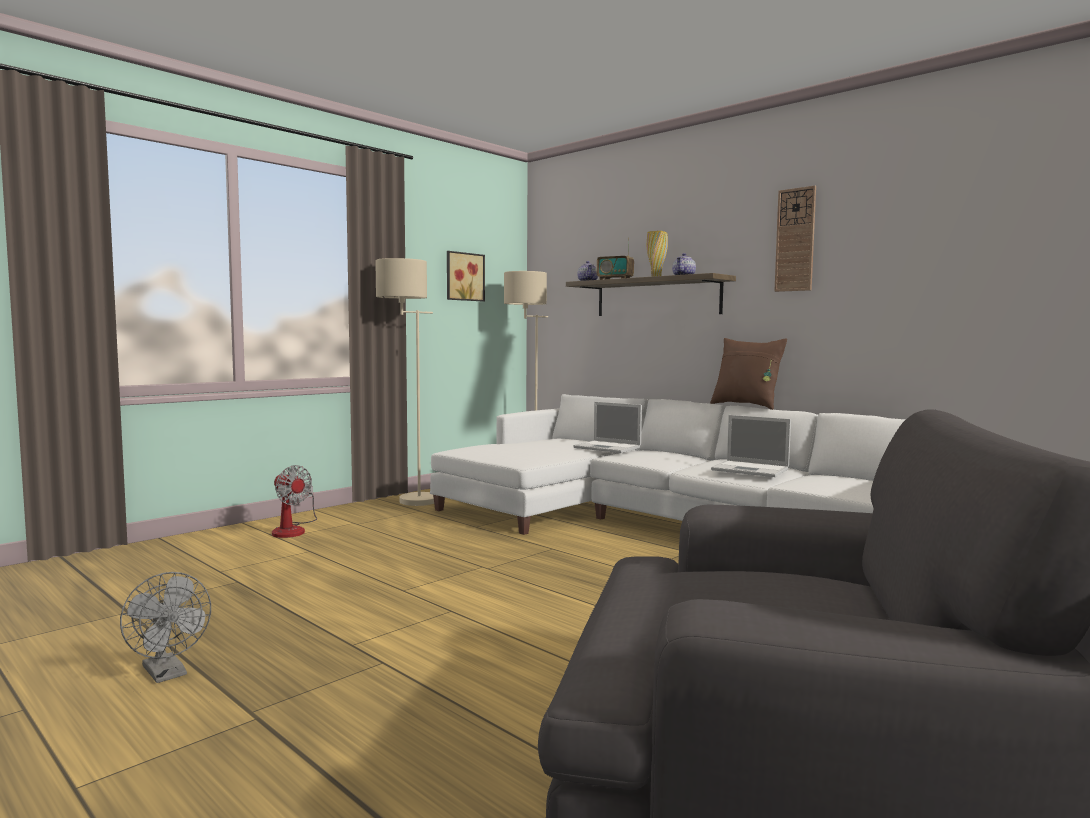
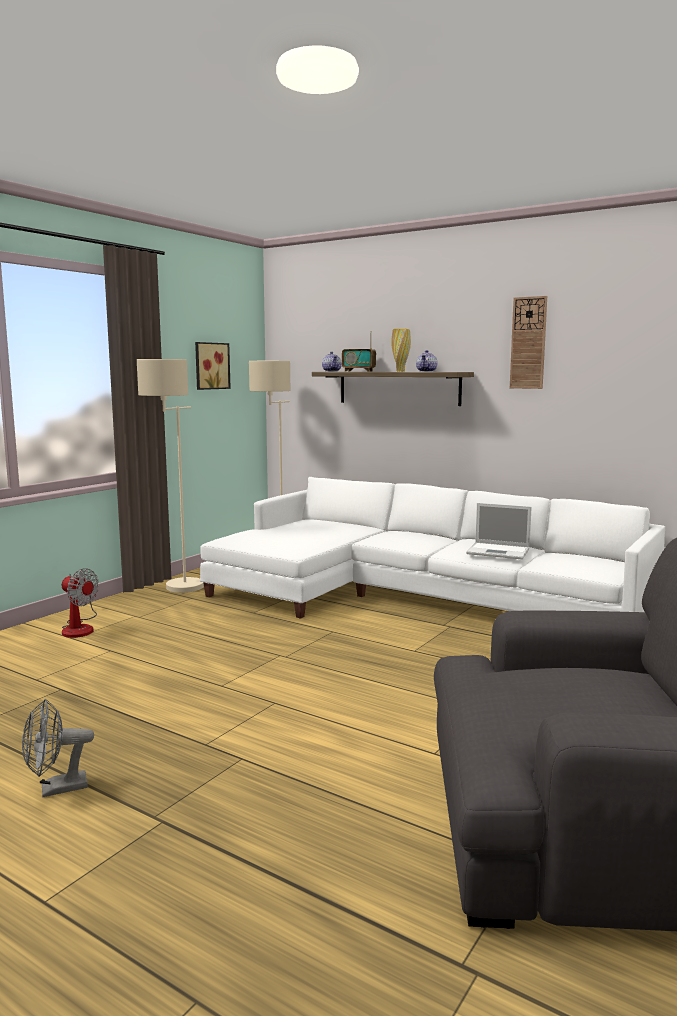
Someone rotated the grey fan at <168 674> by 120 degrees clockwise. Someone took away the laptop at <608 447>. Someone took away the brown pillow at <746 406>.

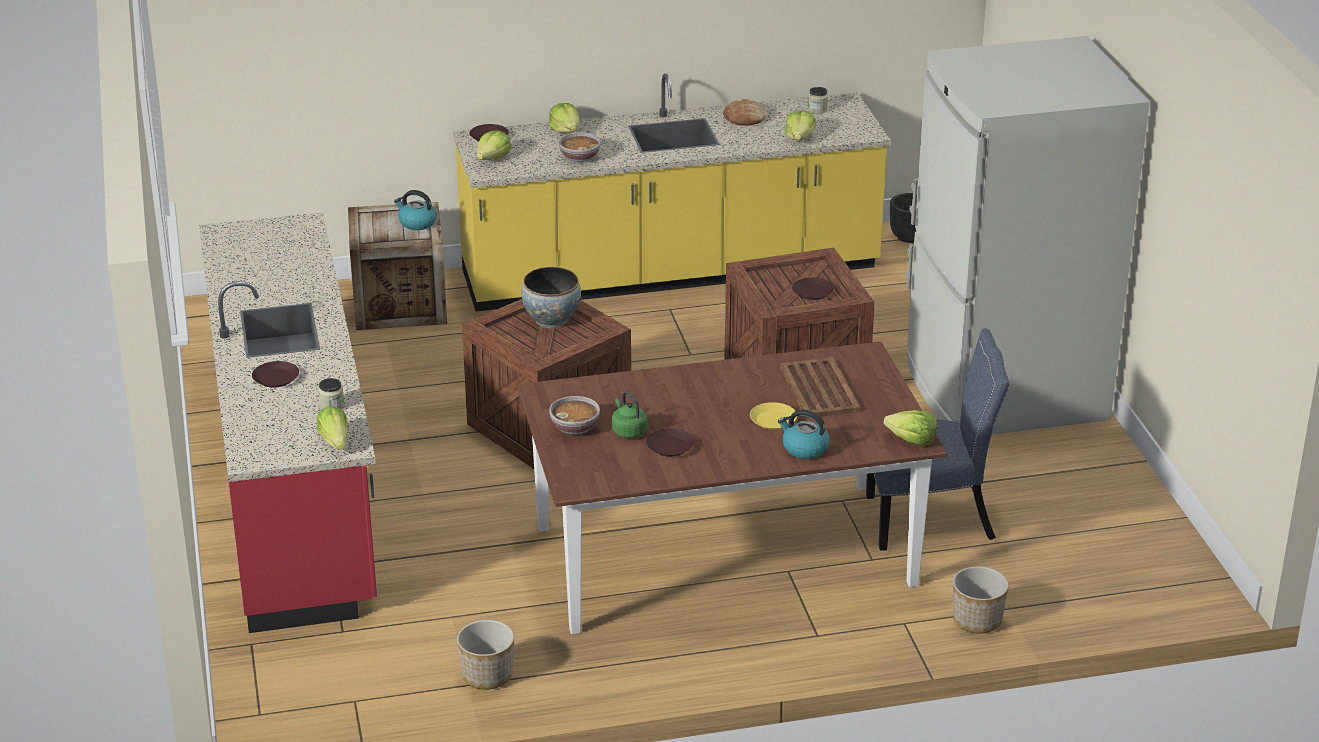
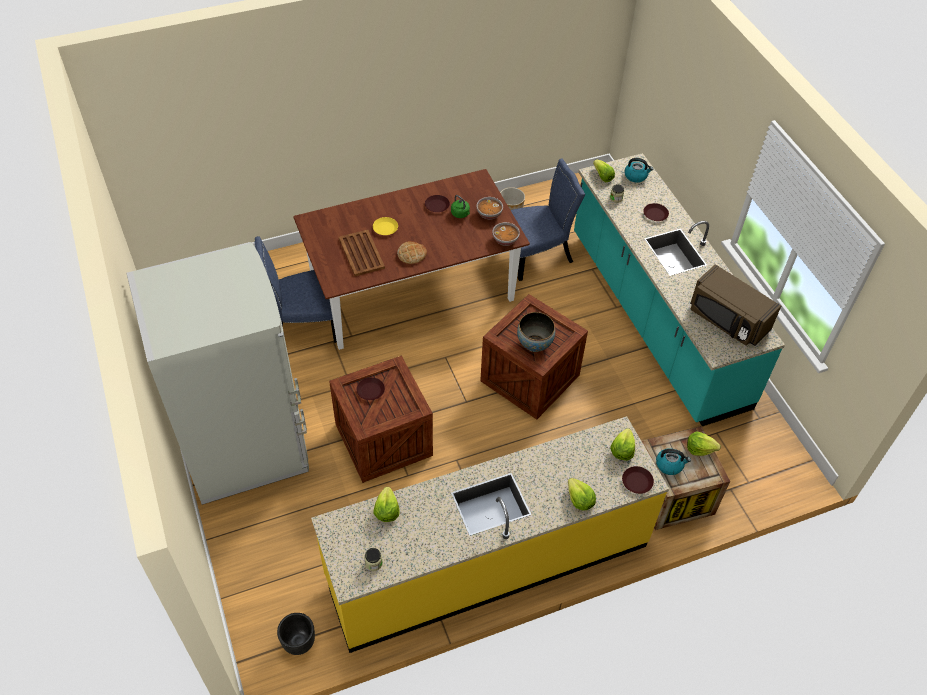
Someone repainted the red counter at <295 482>, which became the turquoise counter at <655 318>. Someone carried the bowl from <579 157> to <505 240>. Someone carried the bread from <745 118> to <411 254>. Someone carried the kettle from <804 449> to <636 176>. Someone carried the lettuce from <912 440> to <699 448>. Someone took away the planter at <976 620>. Someone put down the blue chair at <536 256>. Someone put down the brown microwave at <727 320>.

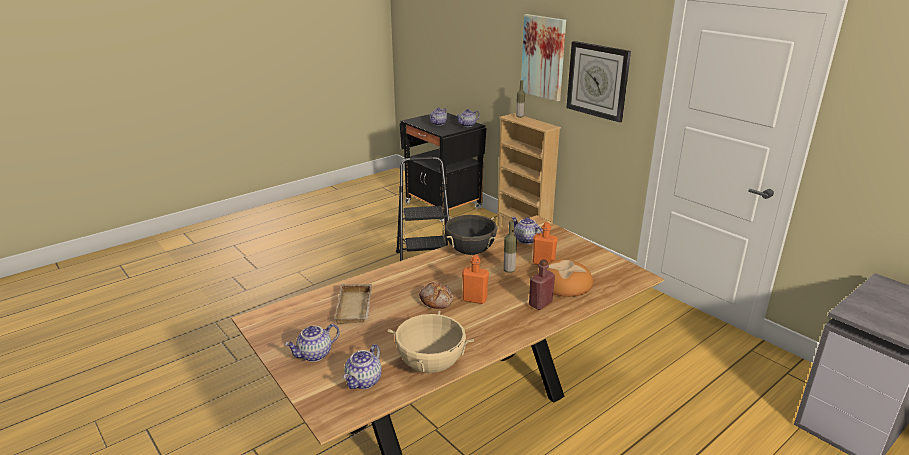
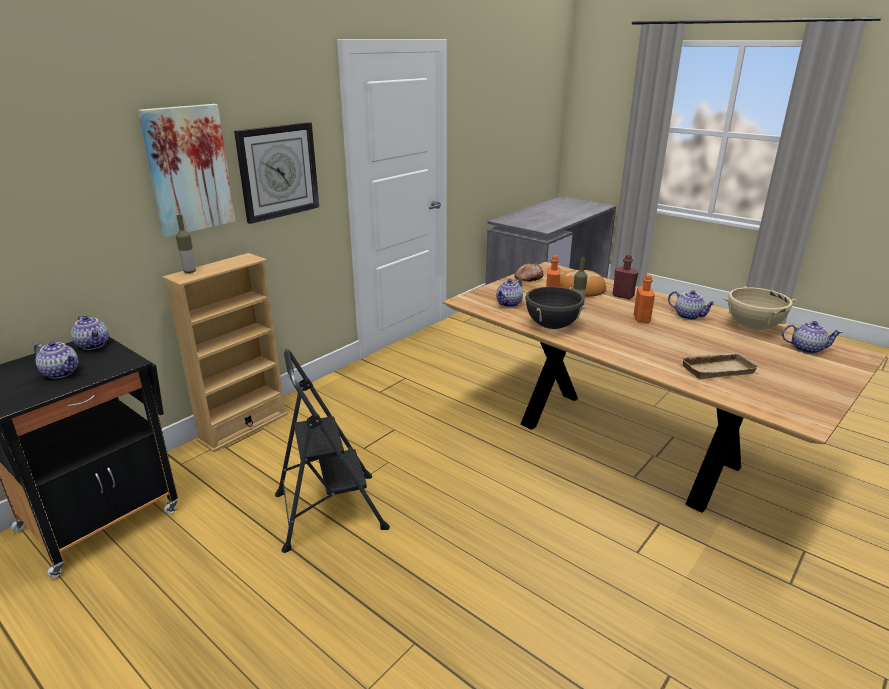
Someone carried the teapot from <315 355> to <688 316>. Someone carried the bread from <437 300> to <528 278>.

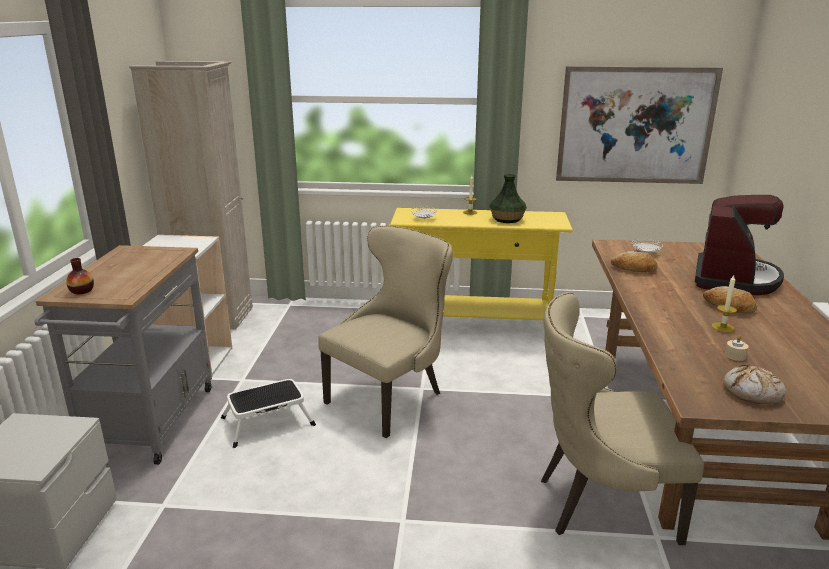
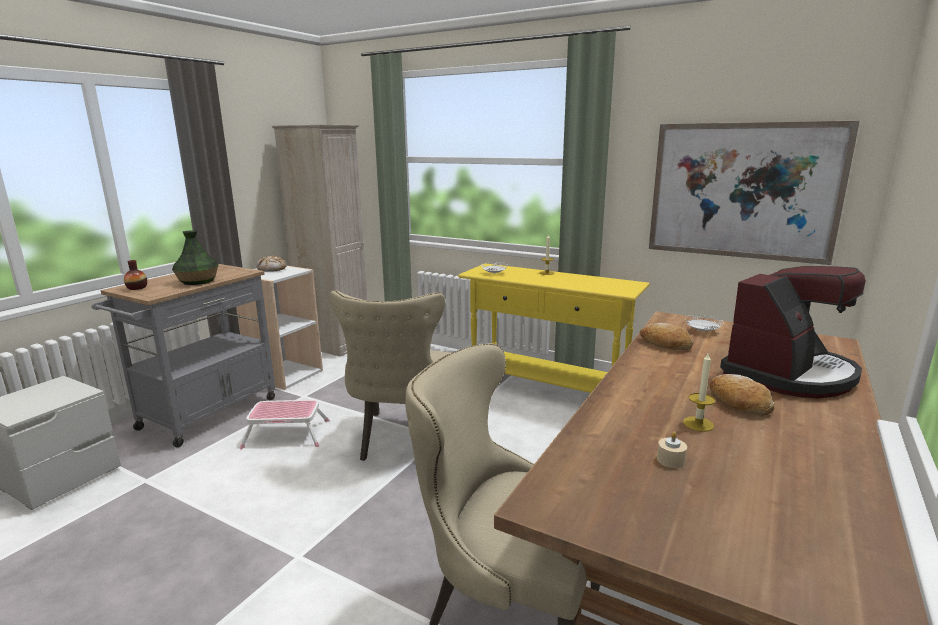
Someone repainted the black step ladder at <268 421>, which became the pink step ladder at <286 434>. Someone rotated the beige chair at <390 398> by 120 degrees clockwise. Someone carried the vase from <507 219> to <198 281>. Someone carried the bread from <752 392> to <272 269>.

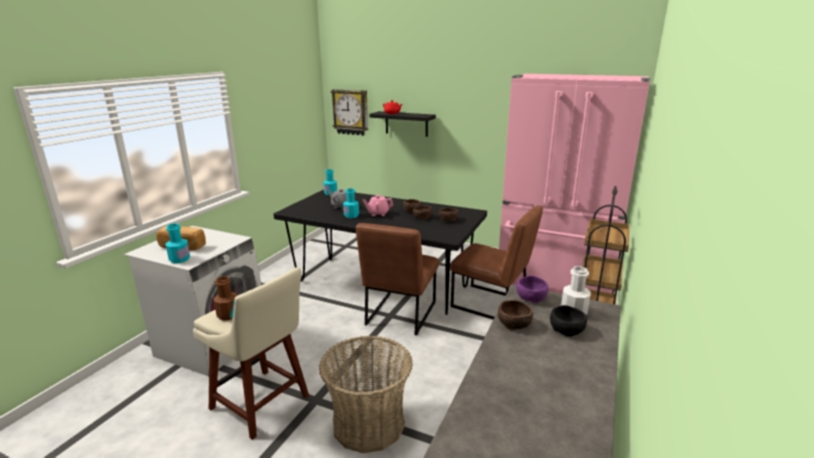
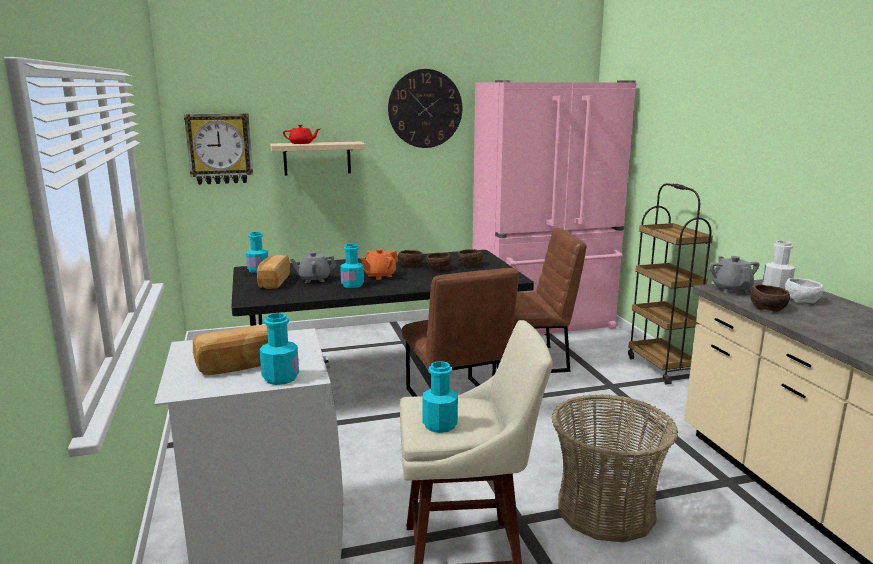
Someone repainted the brown bottle at <228 315>, which became the turquoise bottle at <440 425>. Someone repainted the pink teapot at <378 213>, which became the orange teapot at <379 276>. Someone repainted the black shelf at <406 124>, which became the beige shelf at <317 158>. Someone swapped the purple bowl at <531 298> for the grey teapot at <731 289>. Someone repainted the black bowl at <567 330>, which became the white bowl at <802 300>. Someone put down the bread at <273 282>. Someone put up the wall clock at <425 109>.

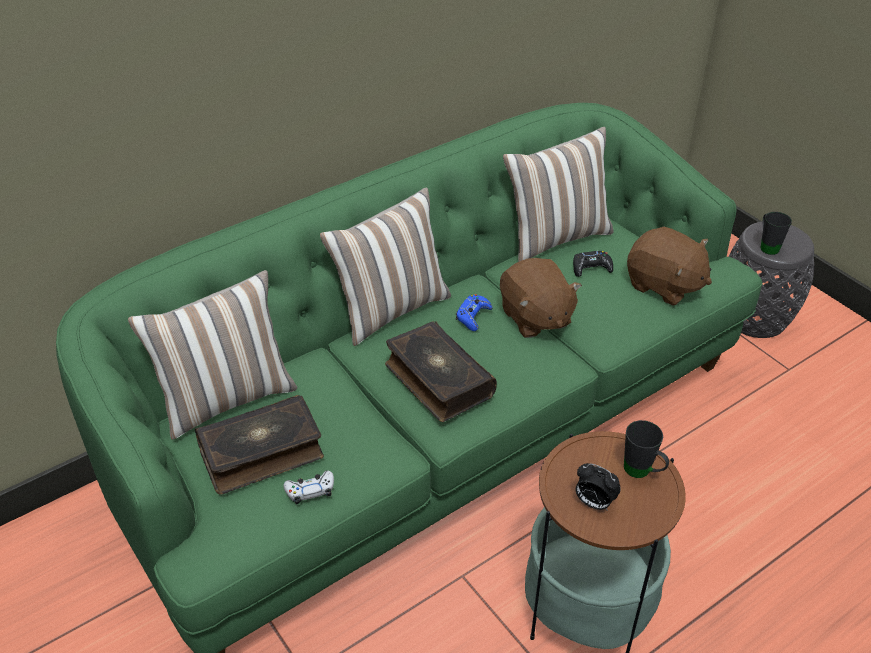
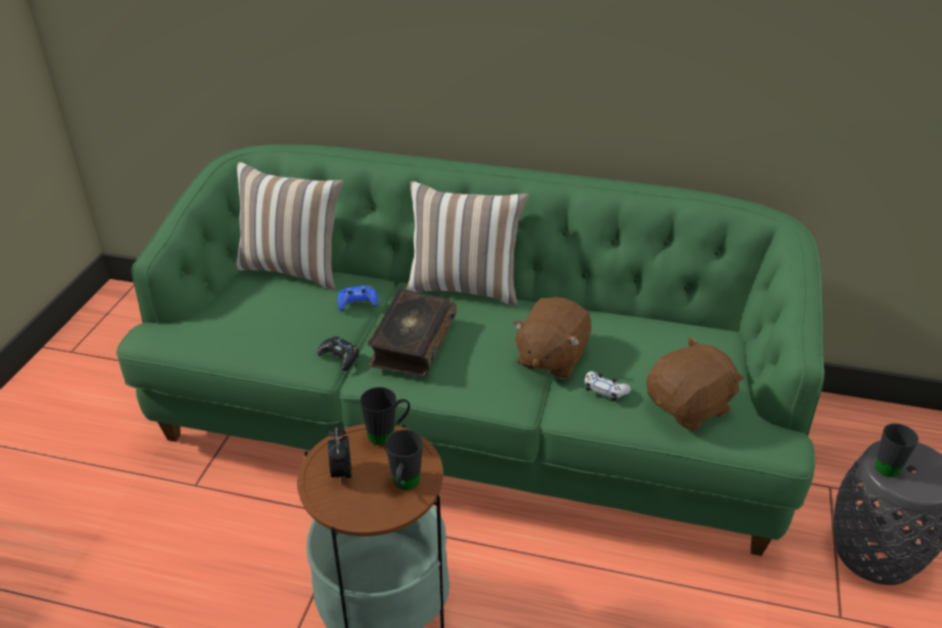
Someone took away the book at <262 453>. Someone carried the white game controller from <310 490> to <605 390>. Someone carried the blue game controller from <473 316> to <357 302>. Someone took away the pillow at <555 237>. Someone carried the black game controller from <591 268> to <339 357>. Someone rotated the brown plush toy at <664 285> by 120 degrees counterclockwise. Someone put down the black mug at <388 434>.

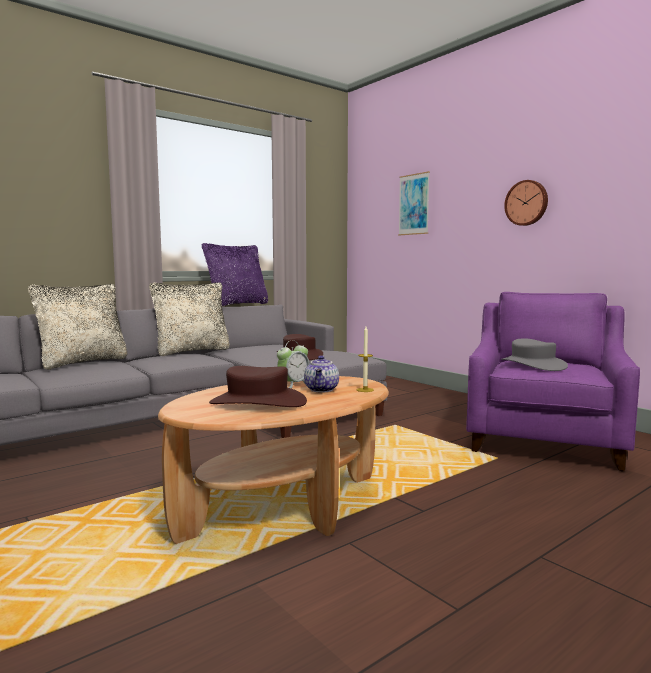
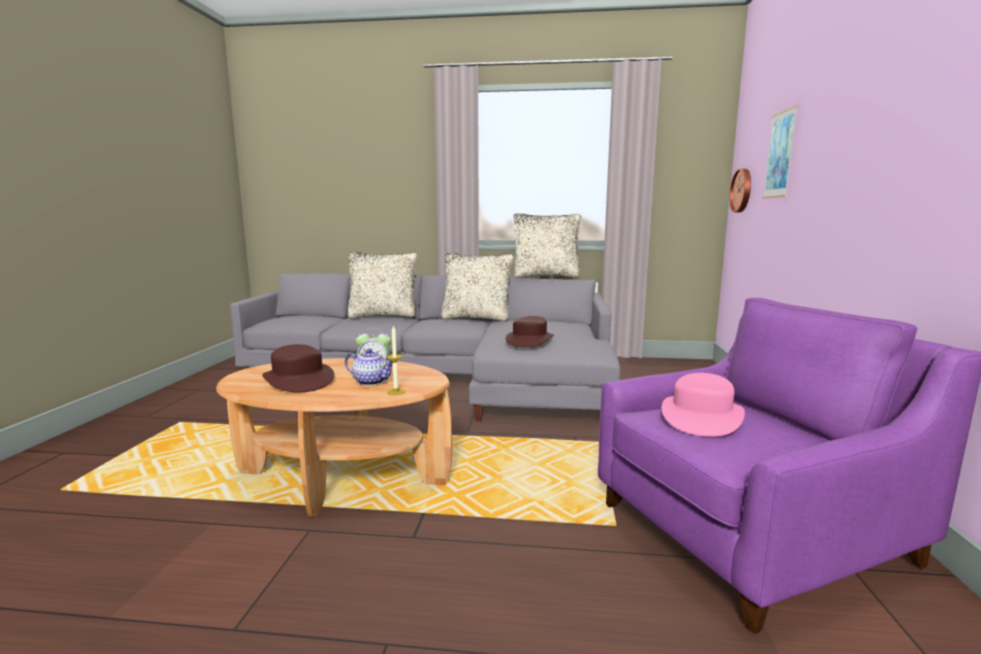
Someone repainted the purple pillow at <238 305>, which became the beige pillow at <546 277>. Someone rotated the teapot at <322 390> by 120 degrees counterclockwise. Someone repainted the grey hat at <532 365>, which became the pink hat at <701 416>. Someone carried the wall clock from <527 203> to <742 190>.

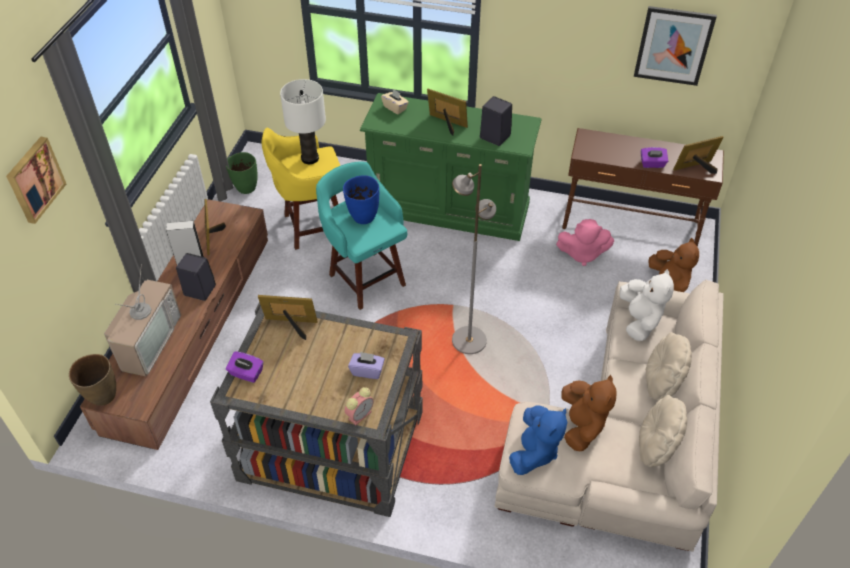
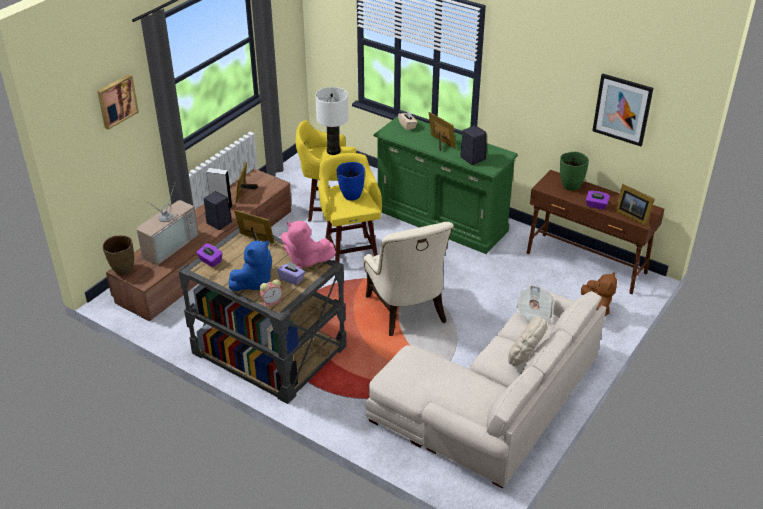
Someone carried the green vase from <246 188> to <570 186>. Someone repainted the turquoise stool at <365 278>, which became the yellow stool at <351 251>. Someone swapped the grey floor lamp at <468 340> for the beige armchair at <407 310>. Someone carried the blue plush toy from <534 452> to <254 282>. Someone carried the pink plush toy from <582 254> to <305 260>. Someone took away the brown plush toy at <582 425>. Someone swapped the white plush toy at <639 320> for the newspaper at <534 315>. Someone took away the beige pillow at <655 448>. Someone rotated the picture frame at <696 168> by 135 degrees counterclockwise.

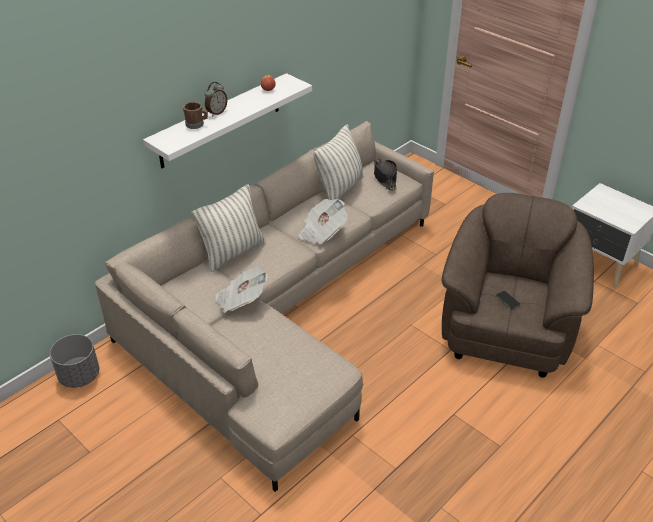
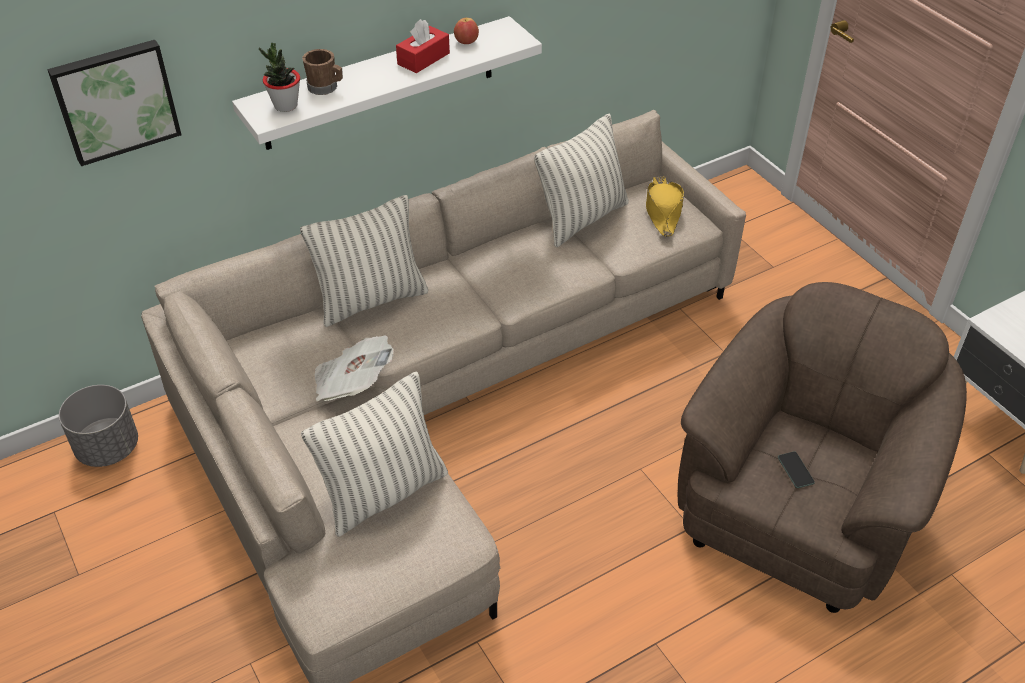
Someone took away the alarm clock at <216 112>. Someone took away the newspaper at <322 232>. Someone repainted the black hat at <385 177>, which became the yellow hat at <663 211>. Someone put up the picture at <115 100>. Someone put down the potted plant at <285 105>. Someone put down the pillow at <384 493>. Someone put down the red tissue box at <423 59>.

